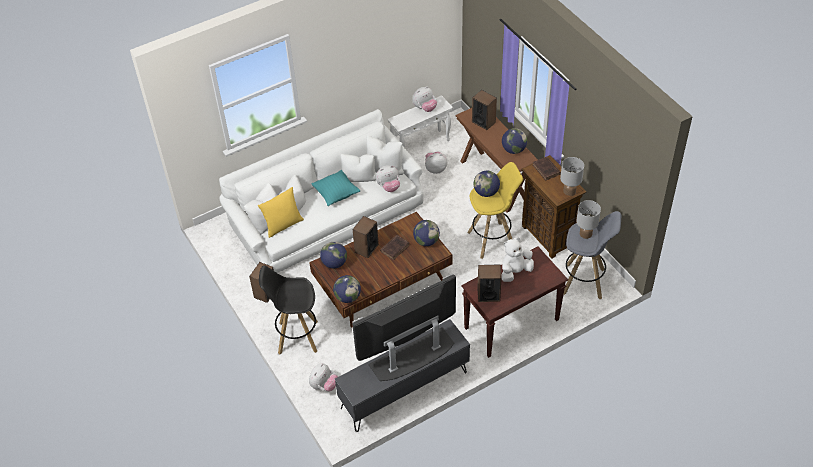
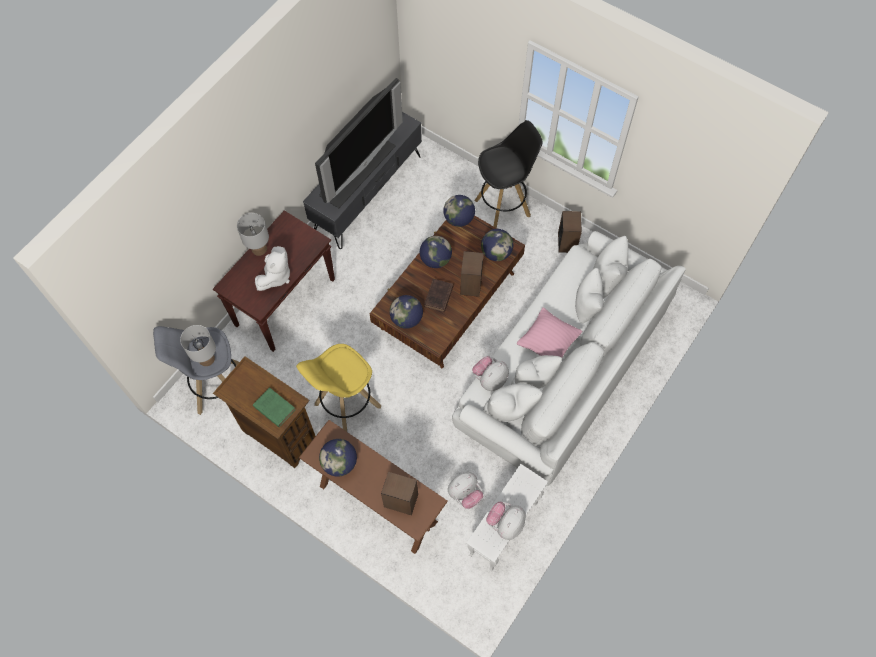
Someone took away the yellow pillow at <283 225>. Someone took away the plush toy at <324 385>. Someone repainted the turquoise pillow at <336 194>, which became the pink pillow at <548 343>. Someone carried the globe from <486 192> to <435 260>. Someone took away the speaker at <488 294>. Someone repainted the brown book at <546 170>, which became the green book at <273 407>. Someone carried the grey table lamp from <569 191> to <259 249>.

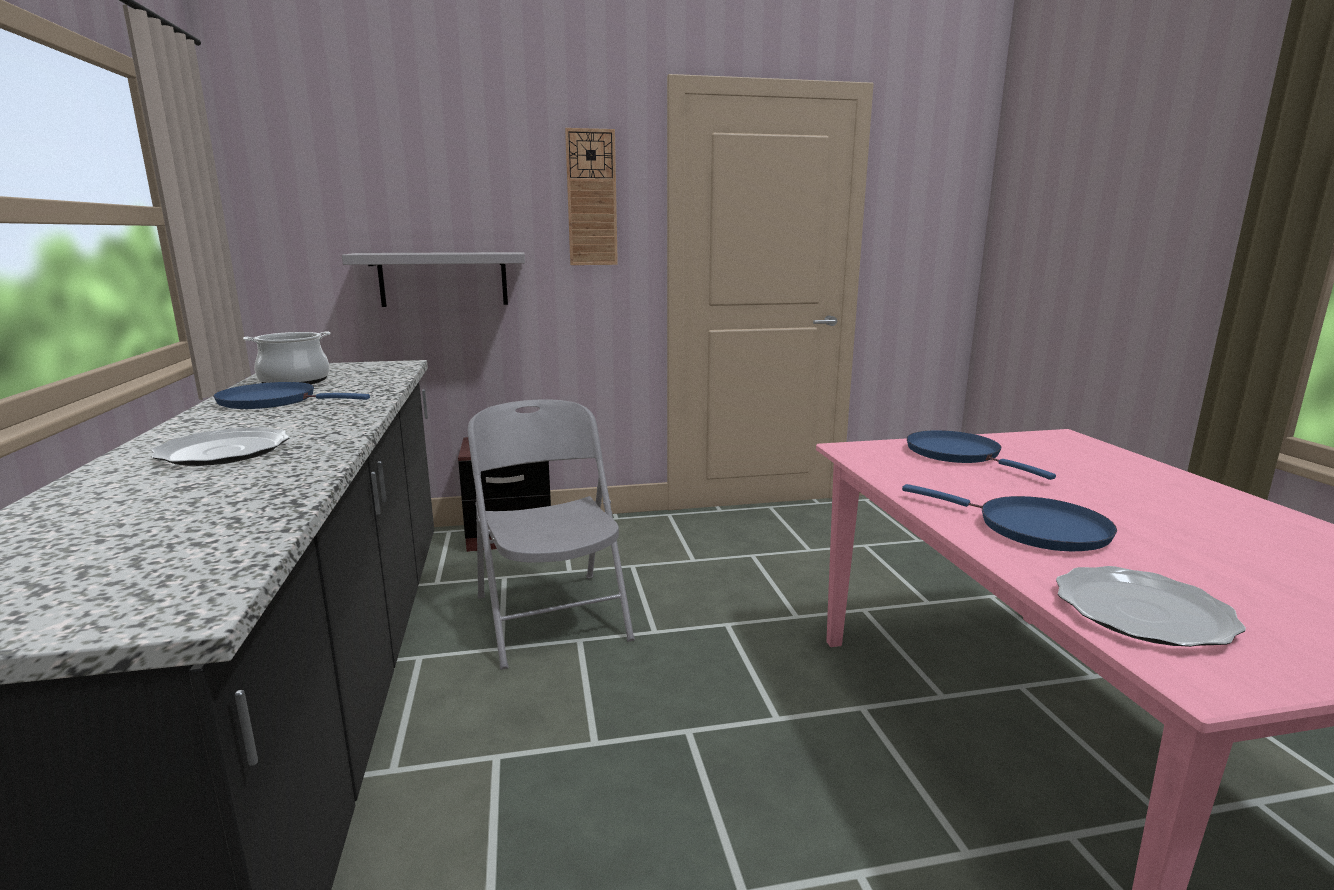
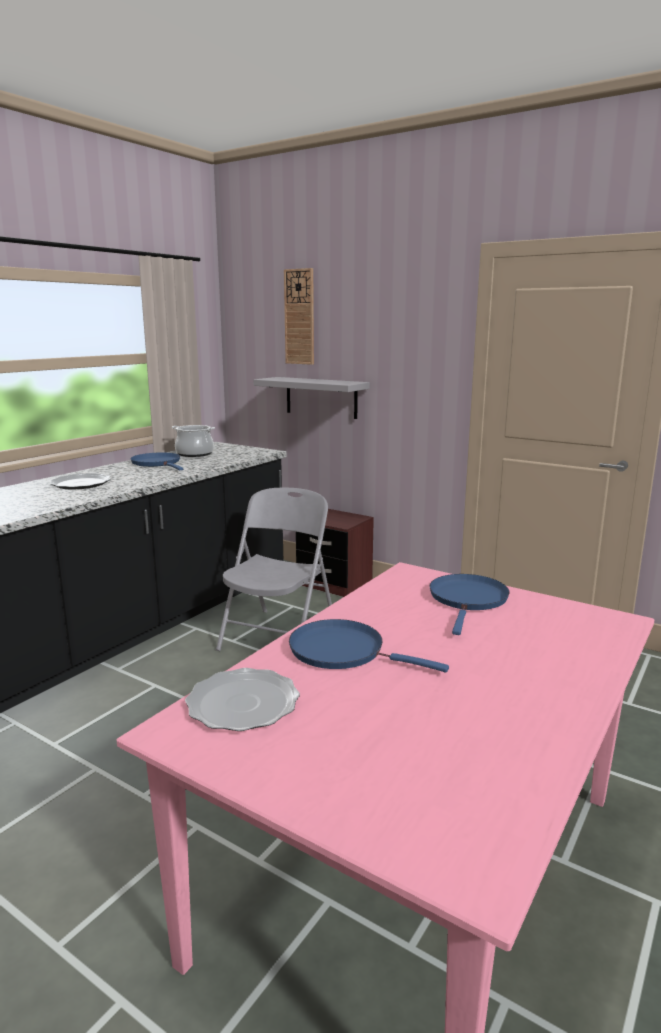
Someone carried the wall clock from <591 198> to <299 317>. Someone rotated the blue frying pan at <1033 528> by 120 degrees clockwise.

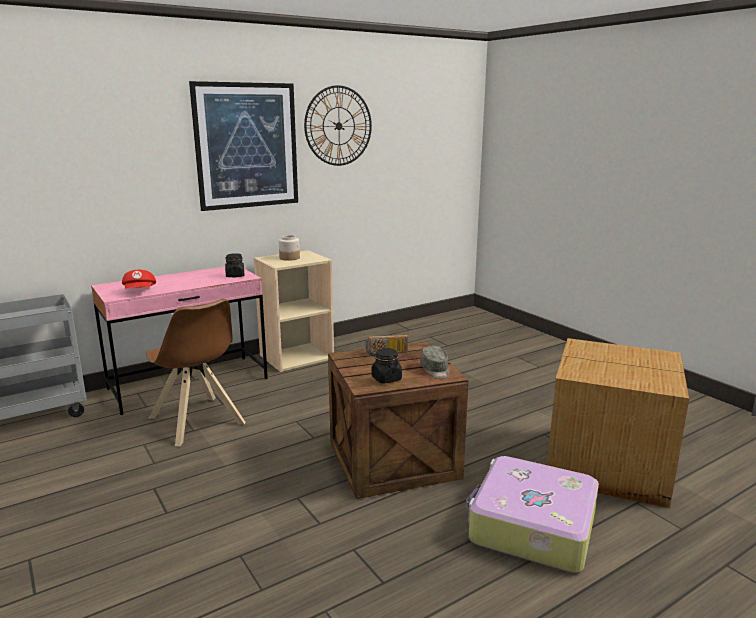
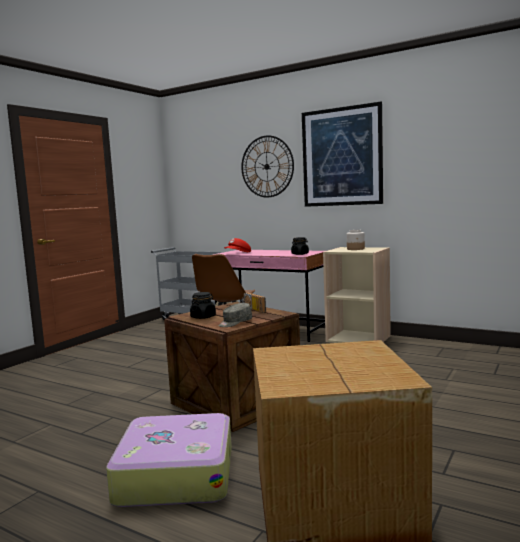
Someone carried the wall clock from <338 126> to <267 166>.

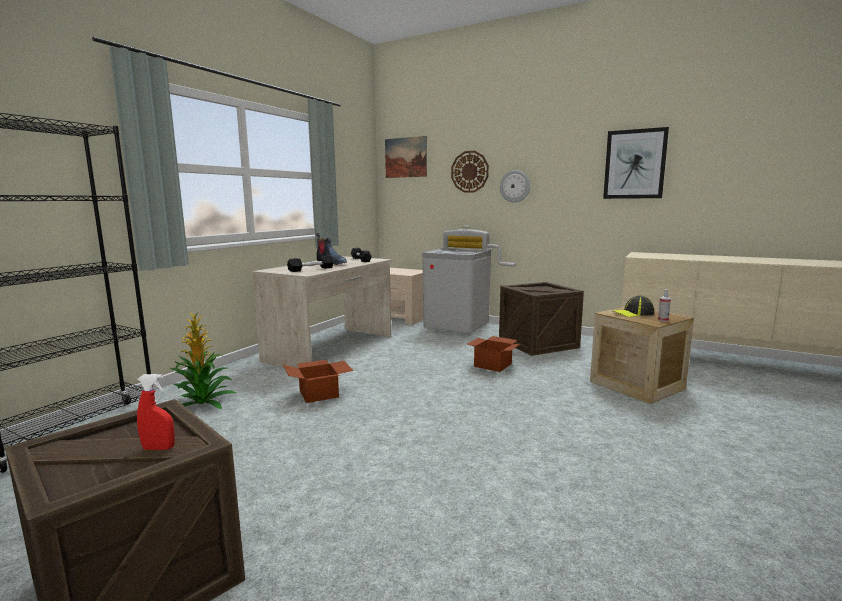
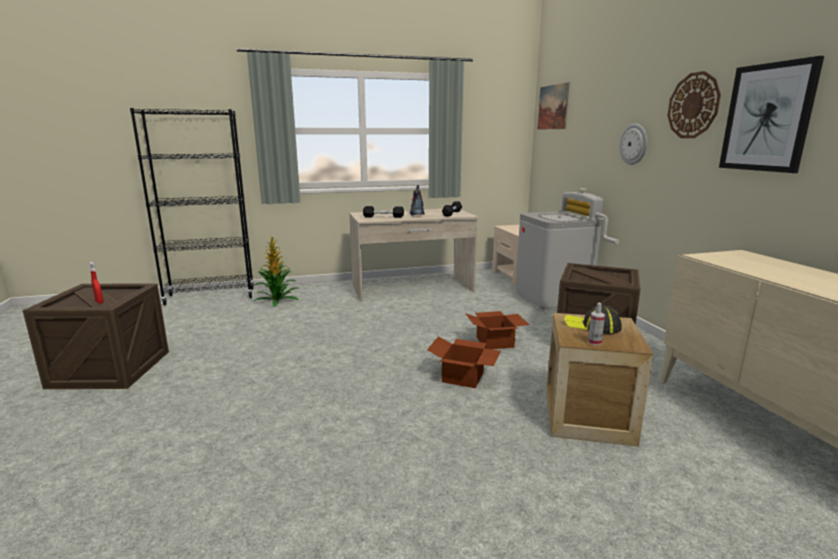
Someone carried the cardboard box from <320 394> to <464 377>. Someone carried the wall clock from <469 171> to <693 105>.

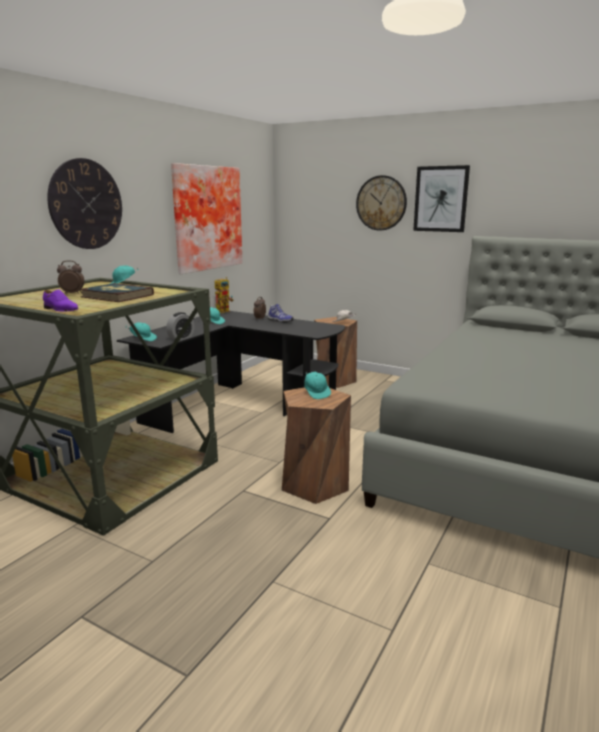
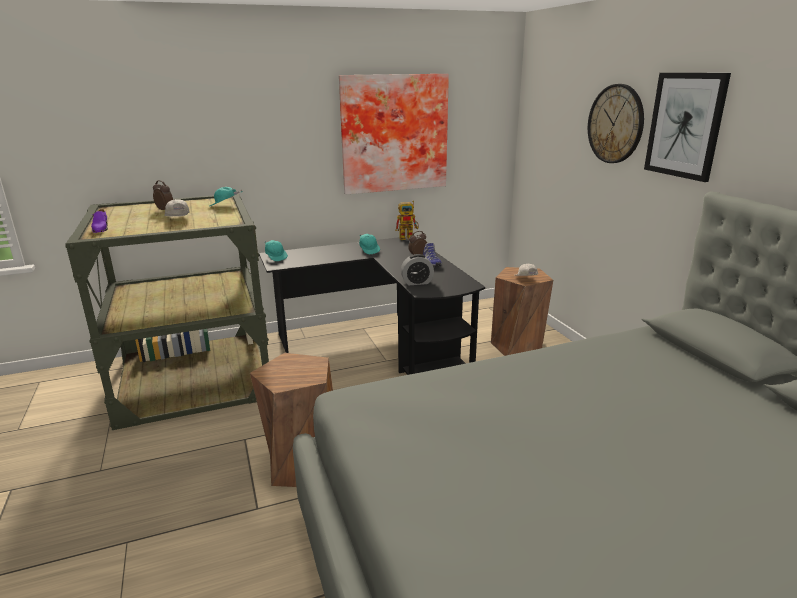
Someone took away the wall clock at <86 204>. Someone swapped the book at <117 296> for the white cap at <178 220>. Someone carried the alarm clock from <181 337> to <417 282>. Someone took away the turquoise cap at <316 393>.

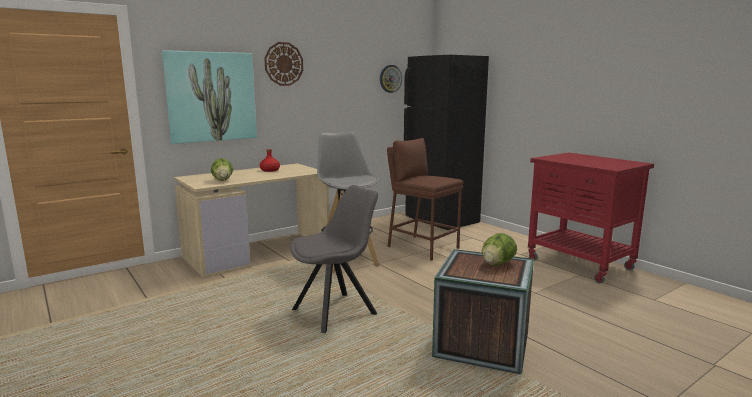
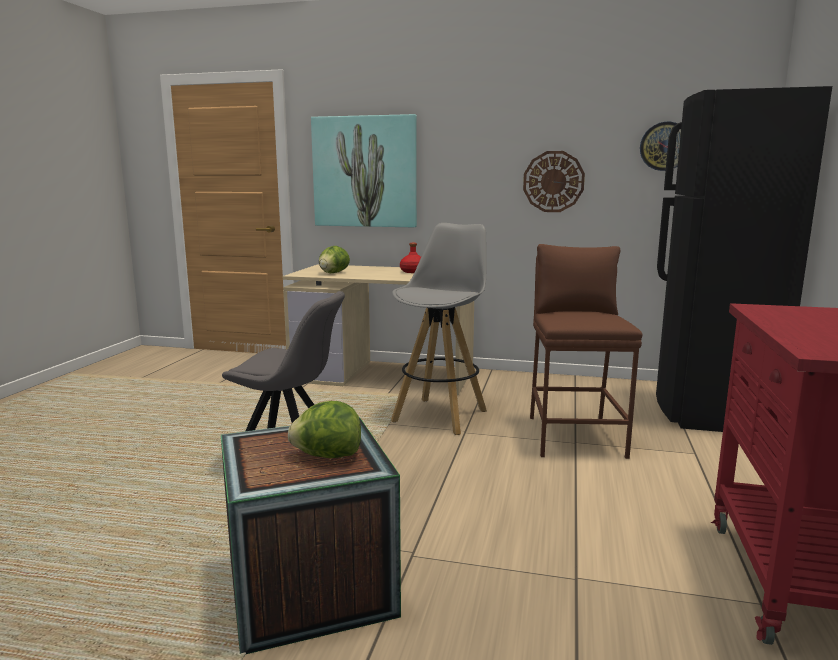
Someone carried the wall clock from <283 64> to <553 181>.

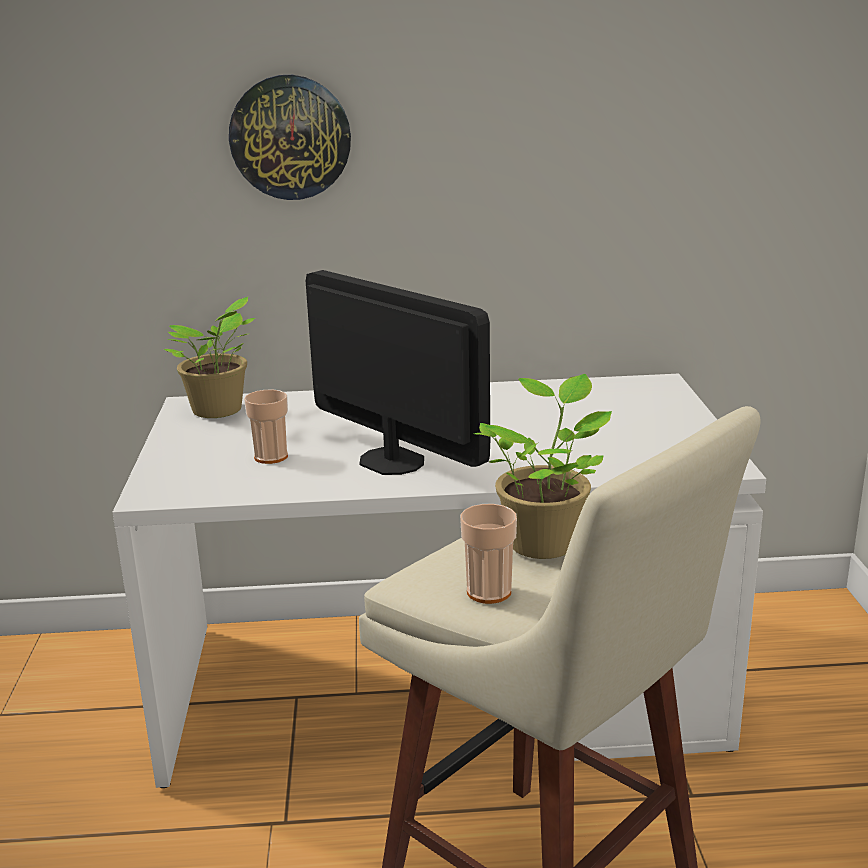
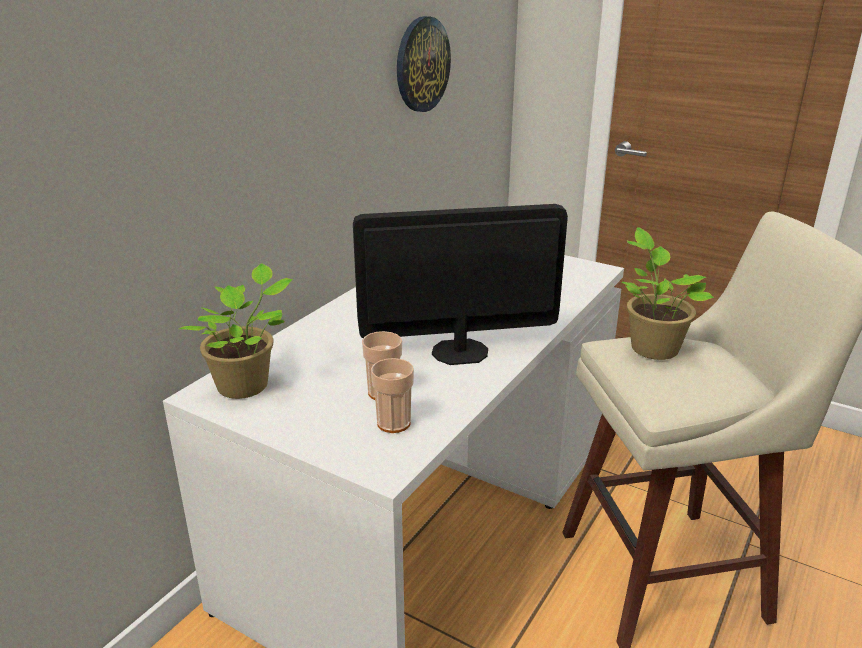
Someone carried the wall clock from <290 137> to <421 64>. Someone carried the cup from <489 592> to <393 423>.

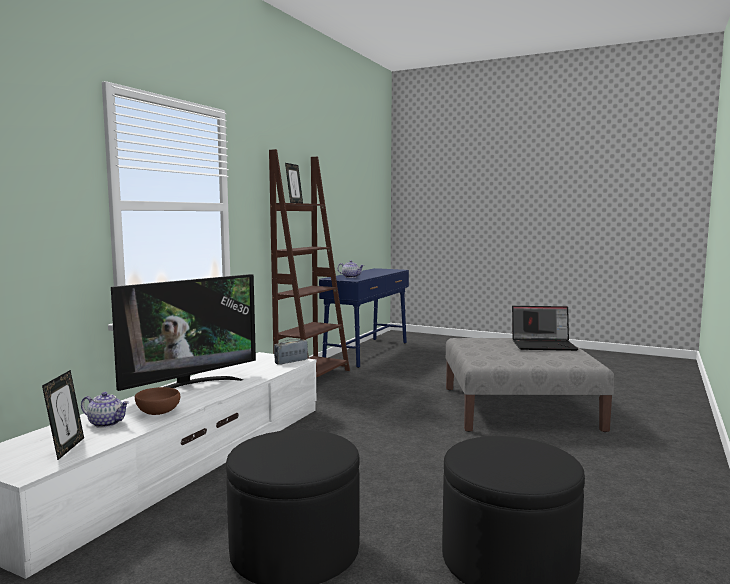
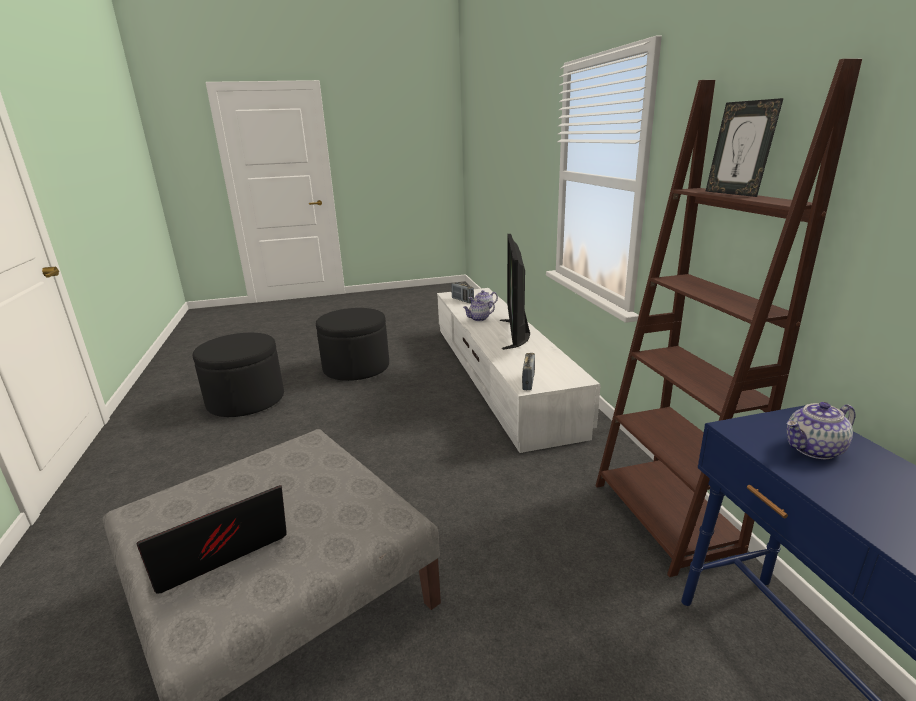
Someone swapped the picture frame at <66 448> for the radio at <462 300>. Someone swapped the brown bowl at <158 412> for the teapot at <479 319>.

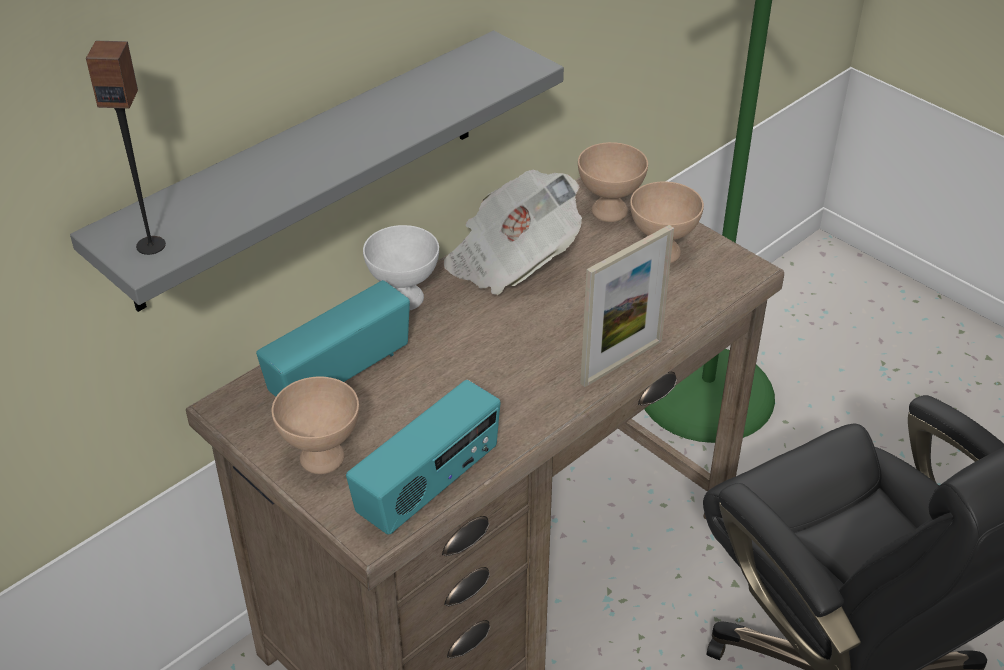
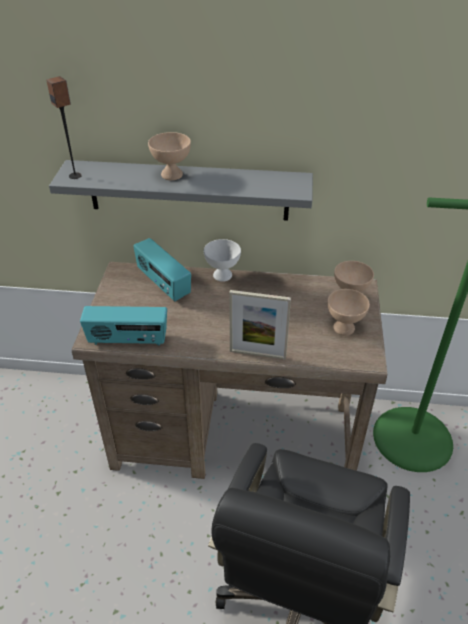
Someone rotated the radio at <339 374> by 135 degrees counterclockwise. Someone carried the beige bowl from <320 459> to <171 175>. Someone took away the newspaper at <511 260>.

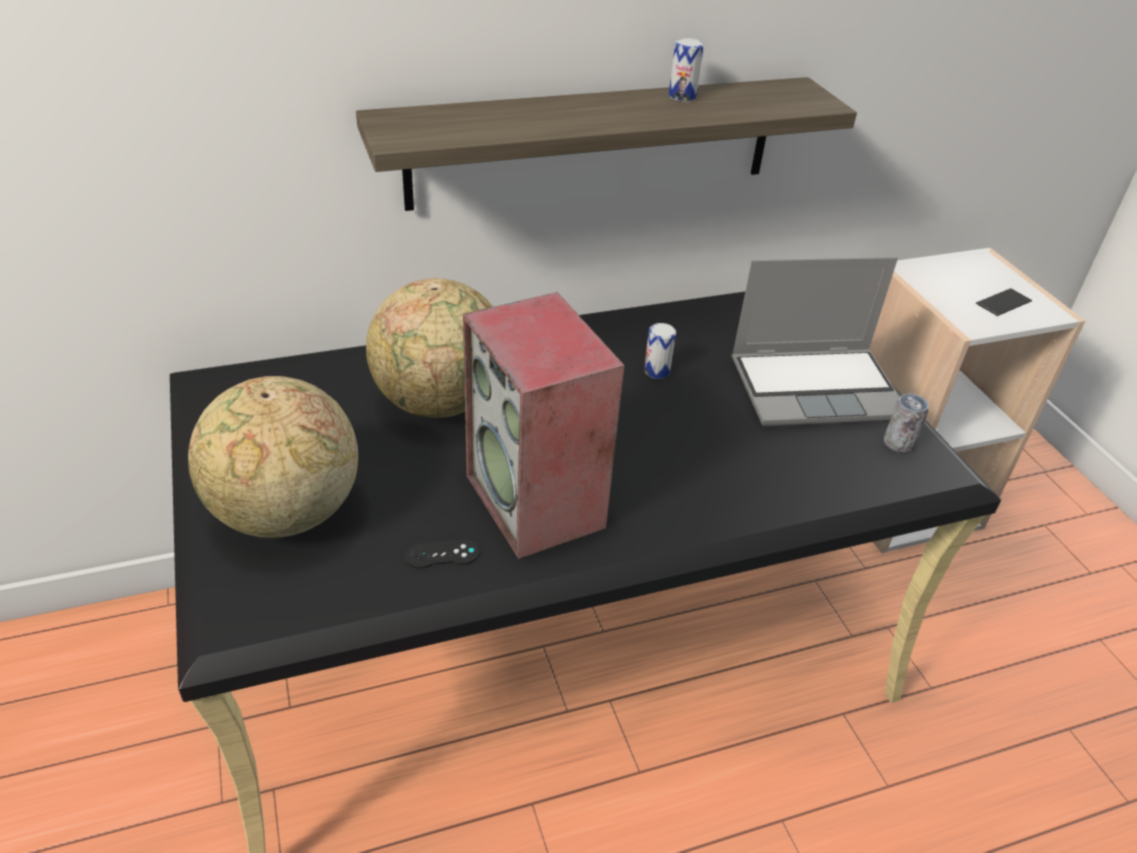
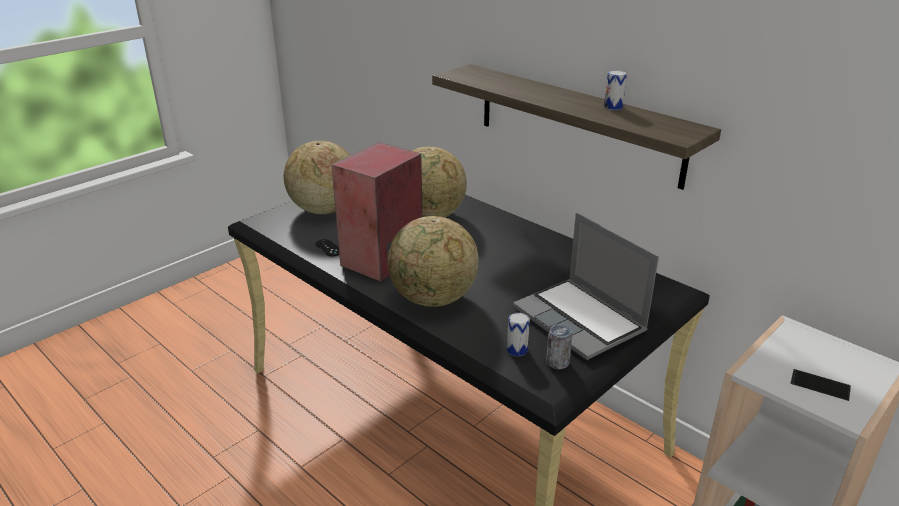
Someone carried the can from <656 371> to <517 350>. Someone put down the globe at <433 299>.

